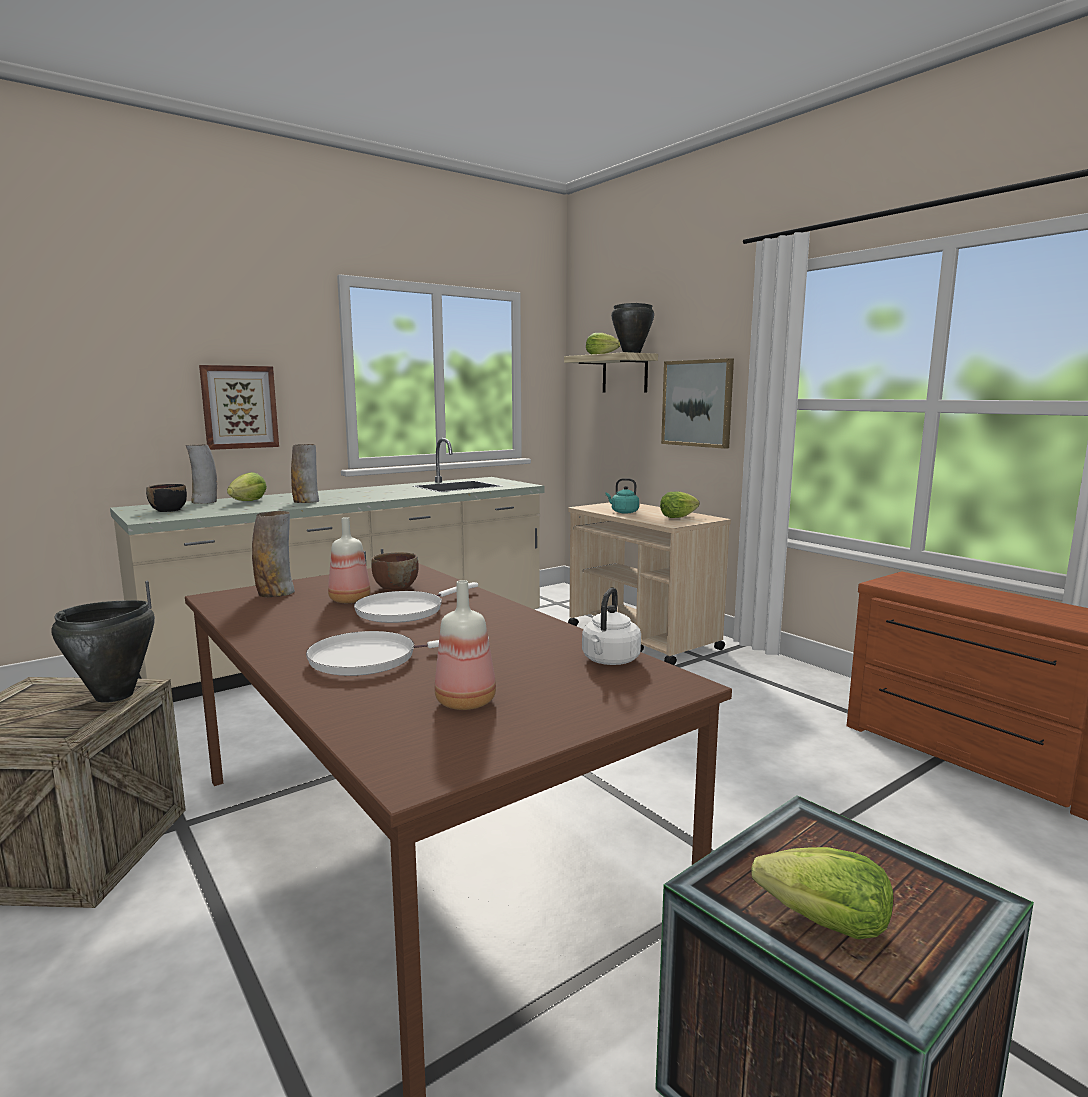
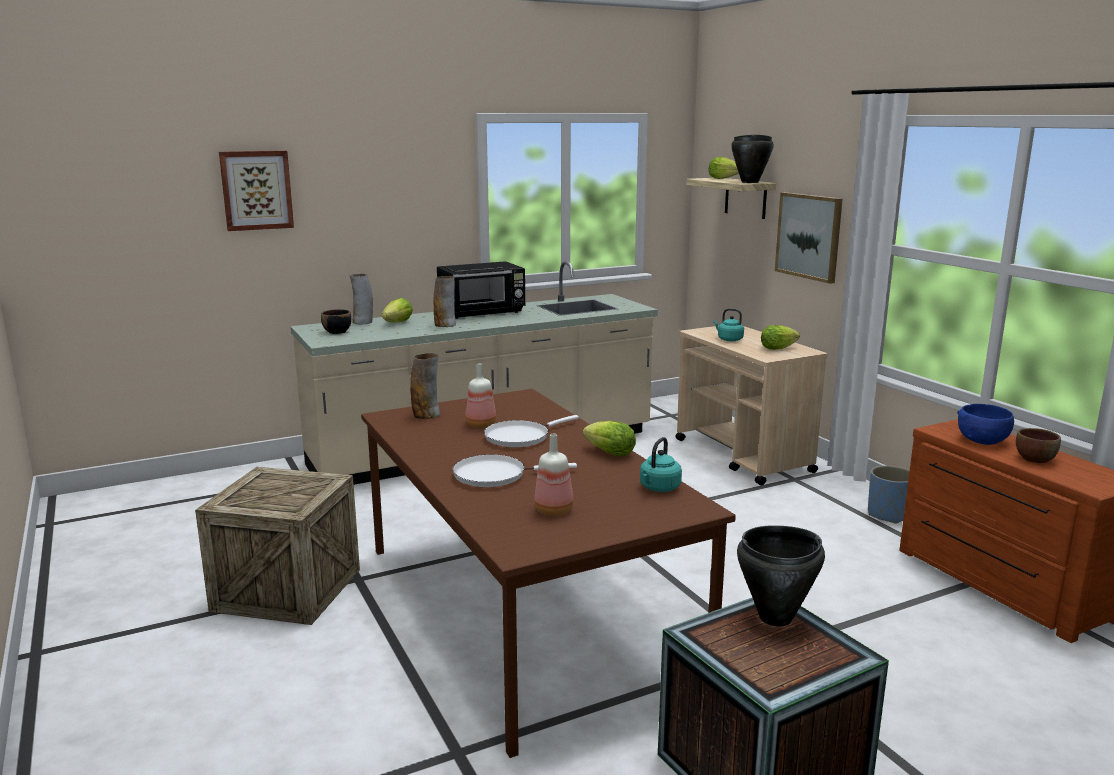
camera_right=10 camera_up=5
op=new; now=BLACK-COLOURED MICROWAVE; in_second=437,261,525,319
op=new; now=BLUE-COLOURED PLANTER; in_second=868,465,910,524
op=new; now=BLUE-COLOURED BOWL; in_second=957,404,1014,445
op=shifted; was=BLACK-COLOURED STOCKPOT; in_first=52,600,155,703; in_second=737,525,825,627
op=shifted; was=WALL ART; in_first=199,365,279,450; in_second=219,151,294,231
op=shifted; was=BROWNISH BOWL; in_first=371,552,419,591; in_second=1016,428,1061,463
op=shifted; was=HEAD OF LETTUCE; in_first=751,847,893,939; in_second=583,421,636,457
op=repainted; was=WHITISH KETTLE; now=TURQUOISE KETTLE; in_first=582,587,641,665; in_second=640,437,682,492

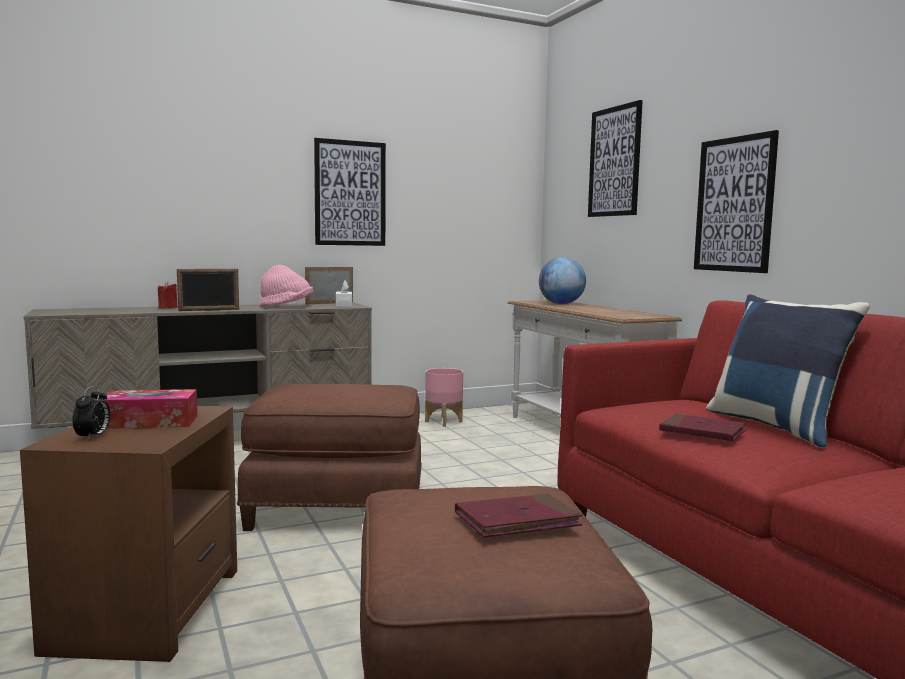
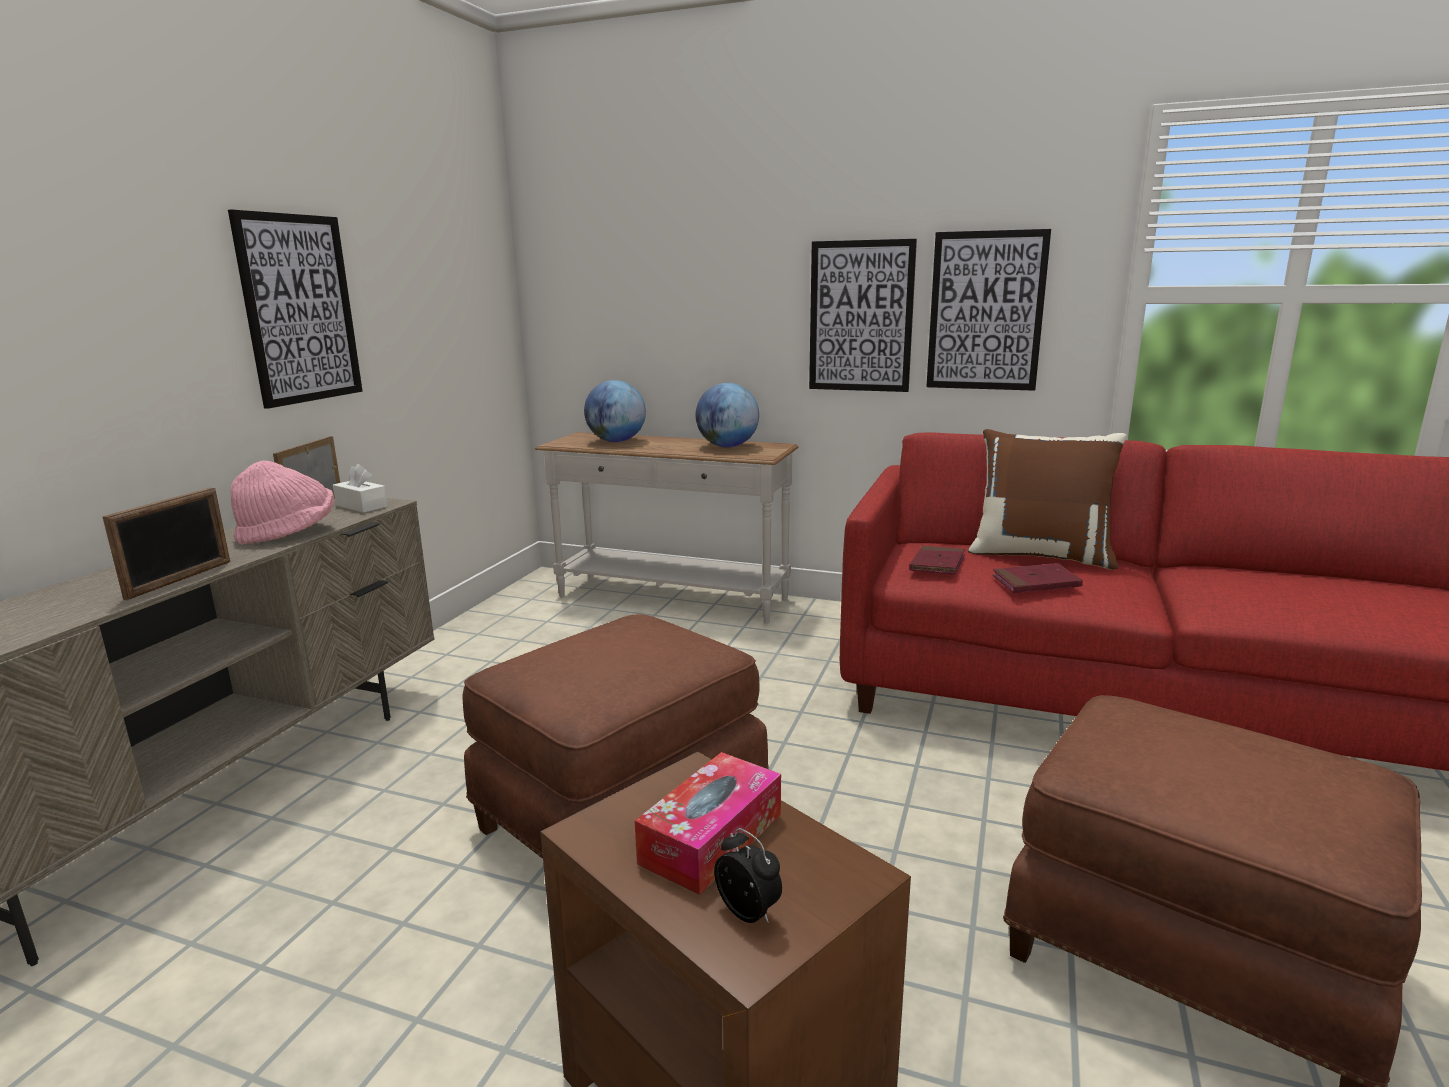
camera_right=-45 camera_up=10
op=gone; was=REDDISH WAX CANDLE; in_first=158,282,178,308
op=gone; was=PINKISH PLANTER; in_first=425,368,463,427
op=new; now=DESK GLOBE; in_second=696,383,759,447
op=shifted; was=REDDISH BOUND BOOK; in_first=455,493,582,538; in_second=909,546,965,574
op=shifted; was=WALL ART; in_first=588,100,643,217; in_second=926,229,1051,391
op=repainted; was=BLUE-COLOURED PILLOW; now=BROWNISH PILLOW; in_first=706,294,870,448; in_second=968,429,1127,570

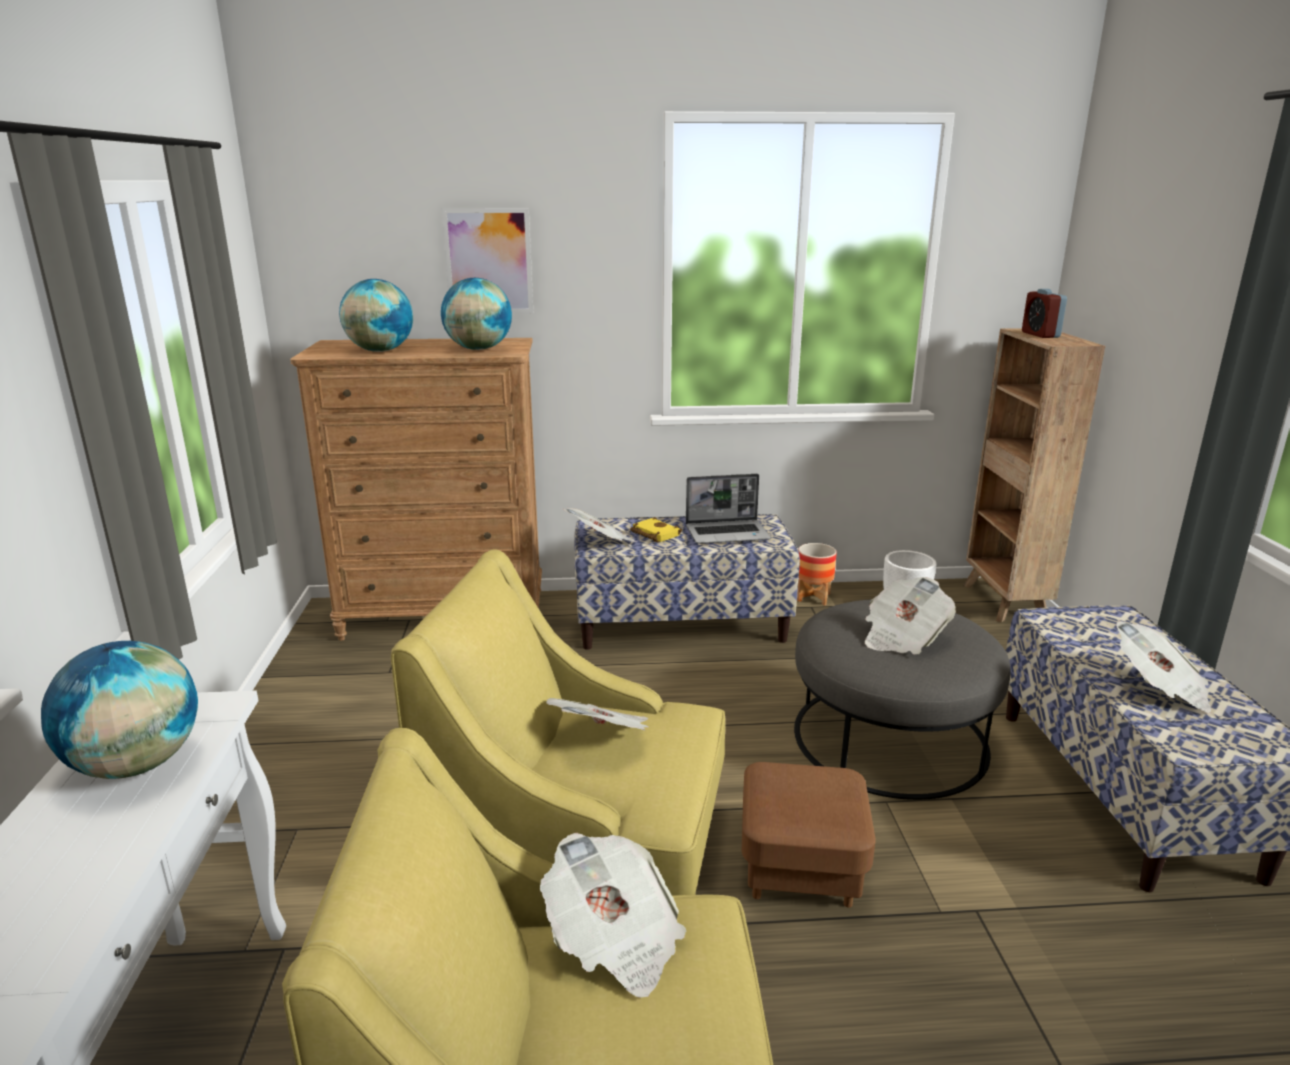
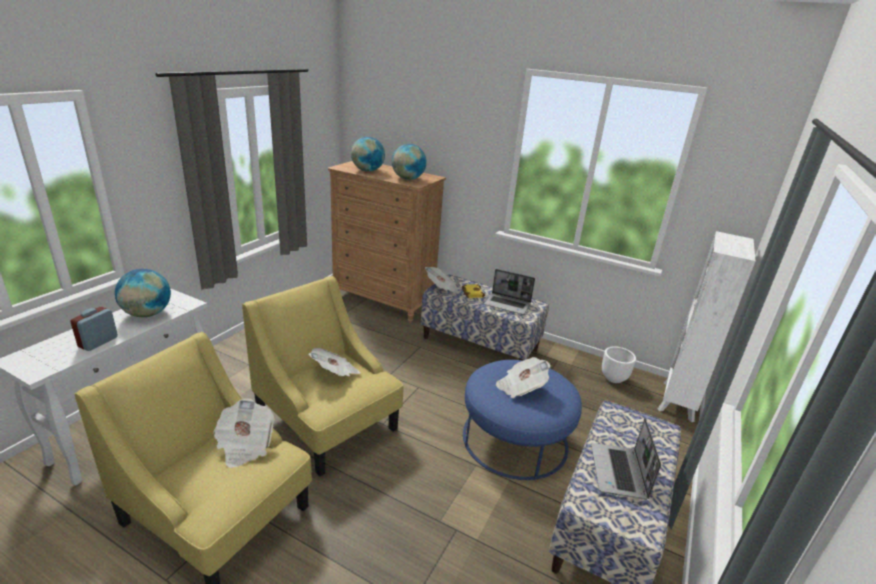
camera_right=30 camera_up=5
op=gone; was=WALL ART; in_first=442,208,533,313
op=gone; was=BROWNISH OTTOMAN; in_first=742,762,876,908
op=gone; was=PLANTER; in_first=797,543,837,606
op=shifted; was=TABLE CLOCK; in_first=1022,289,1067,338; in_second=70,307,118,351
op=swapped; was=NEWSPAPER; now=PORTABLE COMPUTER; in_first=1116,621,1211,713; in_second=591,418,661,500
op=repainted; was=GREYISH OTTOMAN; now=BLUE-COLOURED OTTOMAN; in_first=794,599,1011,800; in_second=463,360,582,480
op=repainted; was=BROWNISH BOOKCASE; now=WHITISH BOOKCASE; in_first=963,328,1105,622; in_second=658,231,755,422

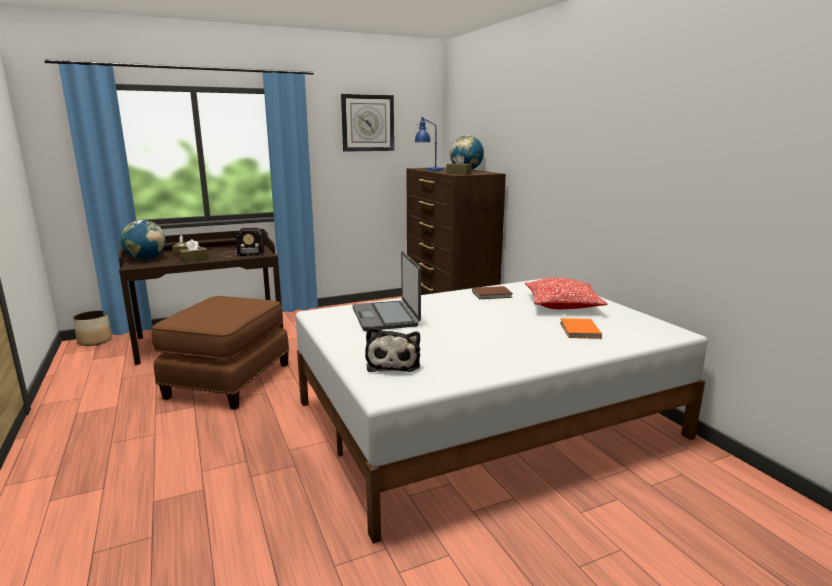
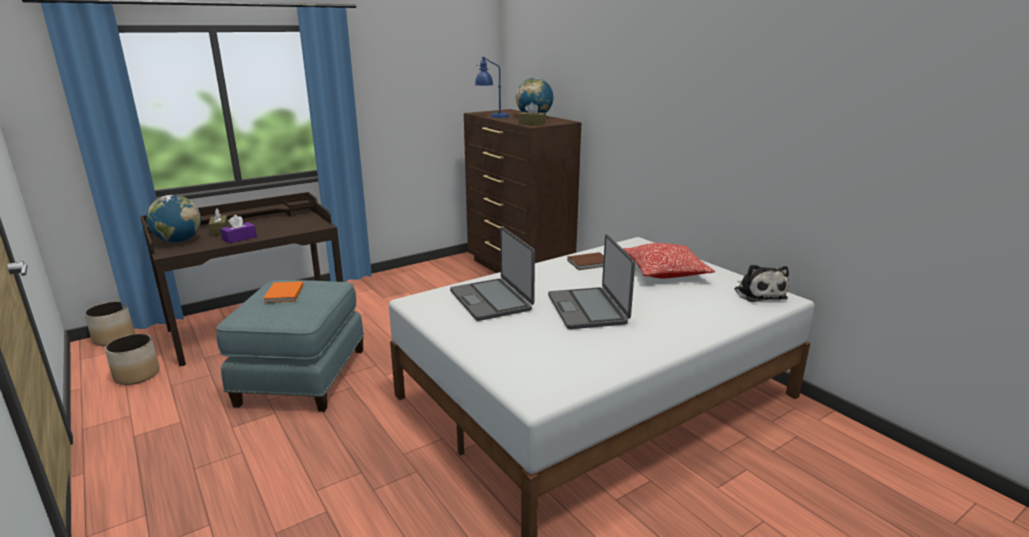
camera_right=-10 camera_up=5
op=gone; was=RADIO; in_first=223,228,264,257
op=gone; was=WALL CLOCK; in_first=341,94,394,152
op=new; now=PLANTER; in_second=105,334,160,385
op=new; now=PORTABLE COMPUTER; in_second=548,234,635,329
op=shifted; was=CUDDLY TOY; in_first=365,326,420,372; in_second=735,264,789,302
op=shifted; was=ORANGE-COLOURED BOUND BOOK; in_first=560,318,602,339; in_second=263,281,303,303
op=repainted; was=BROWNISH OTTOMAN; now=BLUE-COLOURED OTTOMAN; in_first=151,296,289,409; in_second=216,280,364,412
op=repainted; was=BROWNISH TISSUE HOLDER; now=PURPLISH TISSUE HOLDER; in_first=179,239,209,263; in_second=220,215,257,244

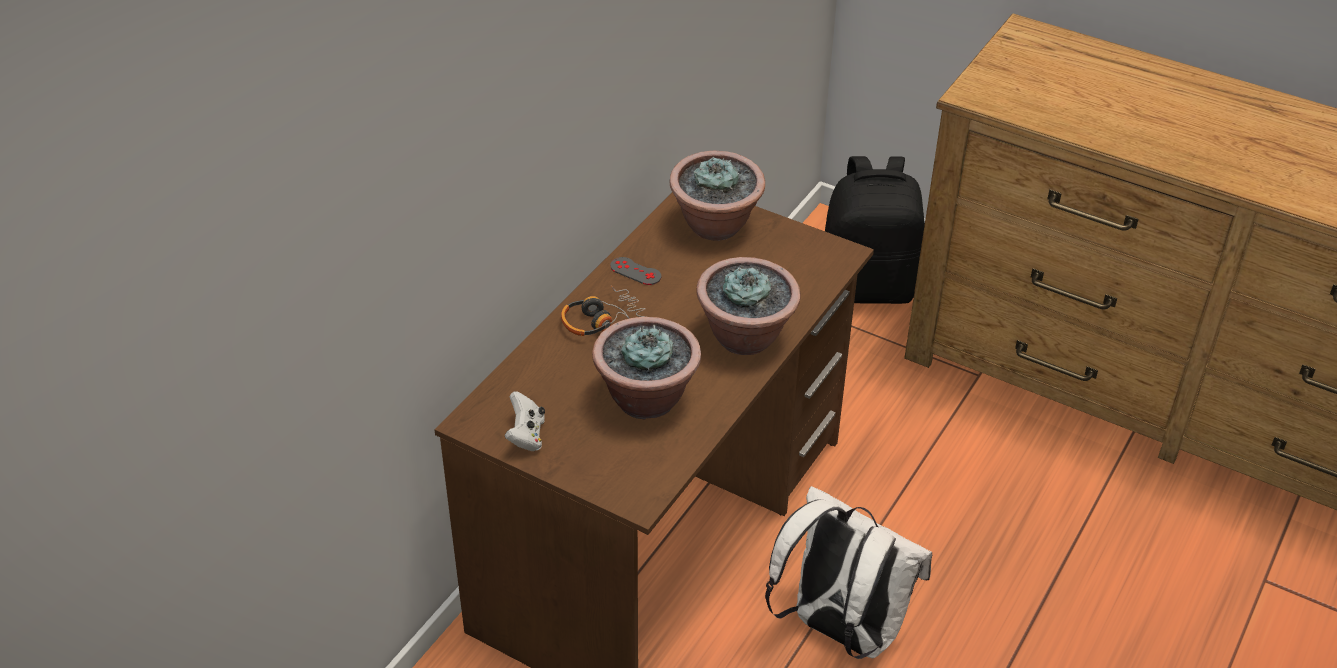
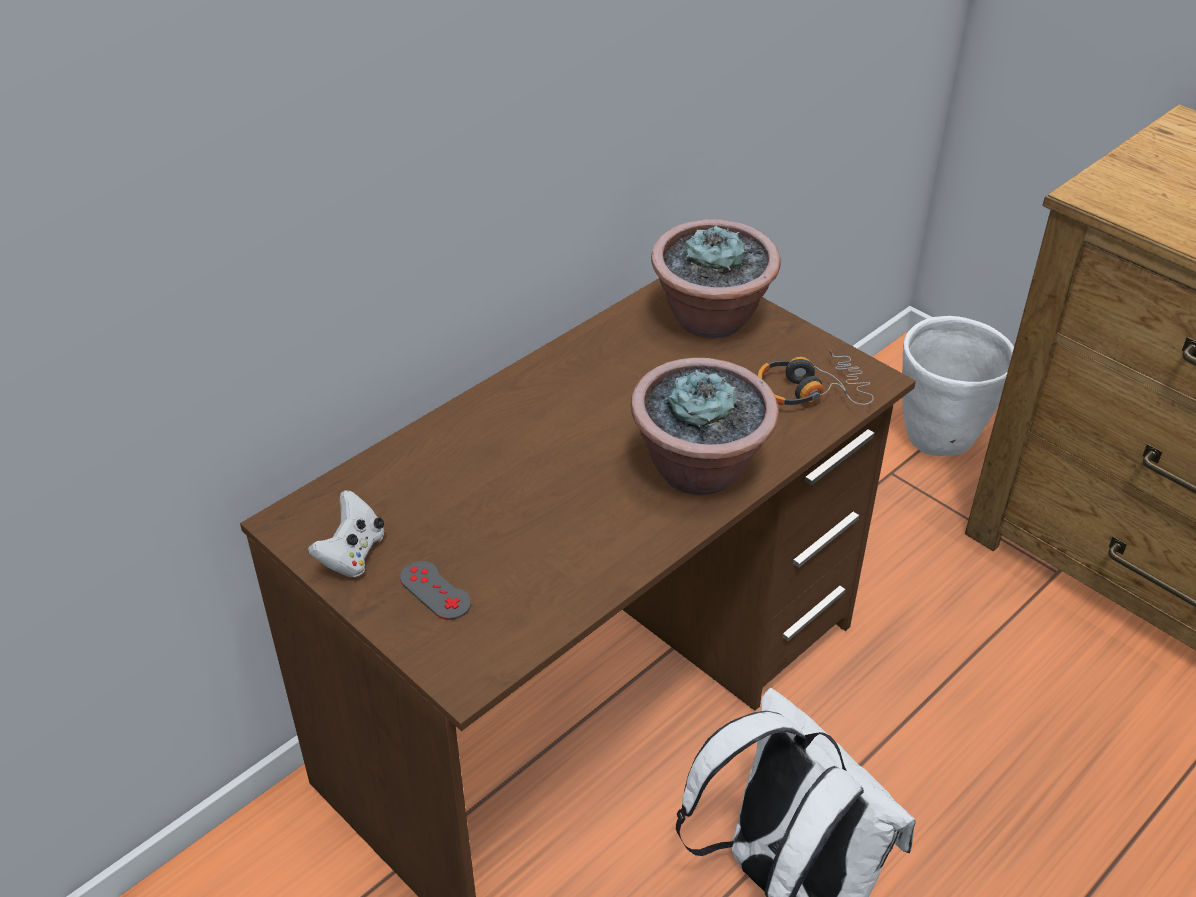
camera_right=15 camera_up=0
op=gone; was=HOUSEPLANT; in_first=592,317,701,420
op=shifted; was=HEADSET; in_first=561,285,646,336; in_second=757,348,874,405
op=shifted; was=GREYISH GAMEPAD; in_first=610,257,661,285; in_second=400,561,471,620
op=swapped; was=BLACK-COLOURED KNAPSACK; now=WHITISH PLANTER; in_first=825,156,925,304; in_second=902,316,1014,456

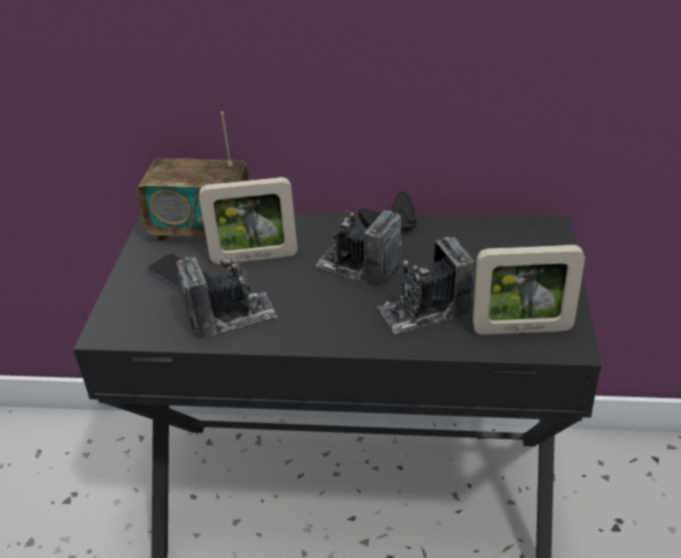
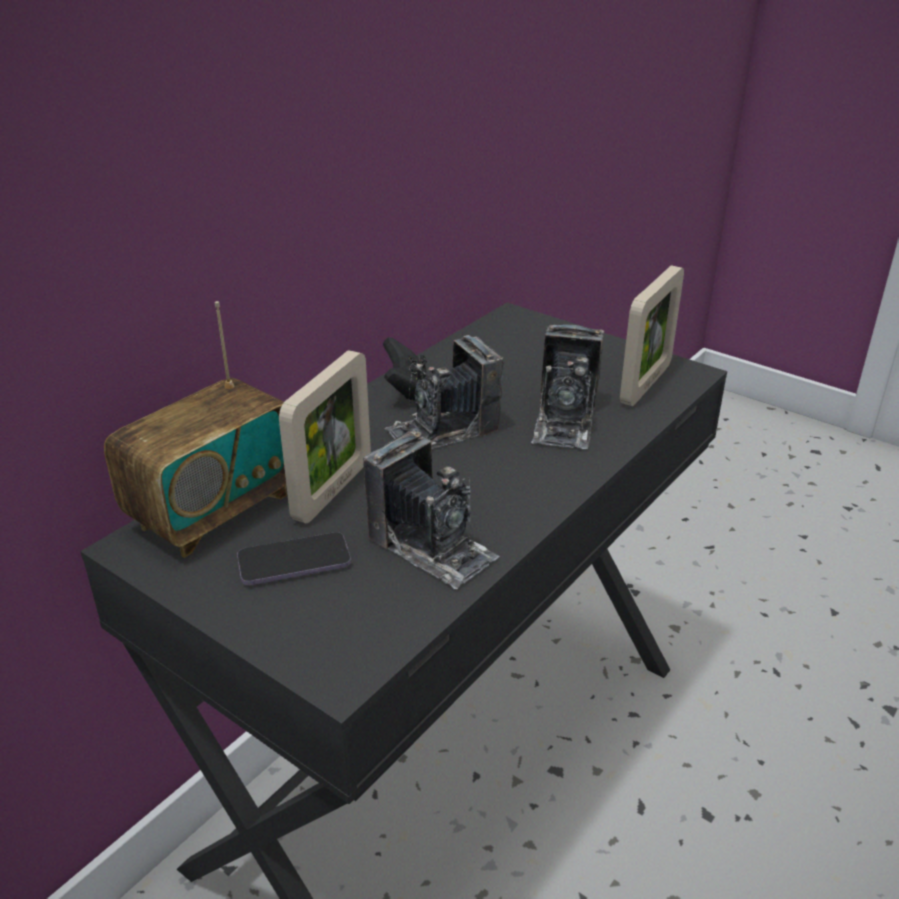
camera_right=-60 camera_up=-5
op=rotated; was=STILL CAMERA; in_first=176,257,278,339; in_second=363,431,499,590; clockwise=120

